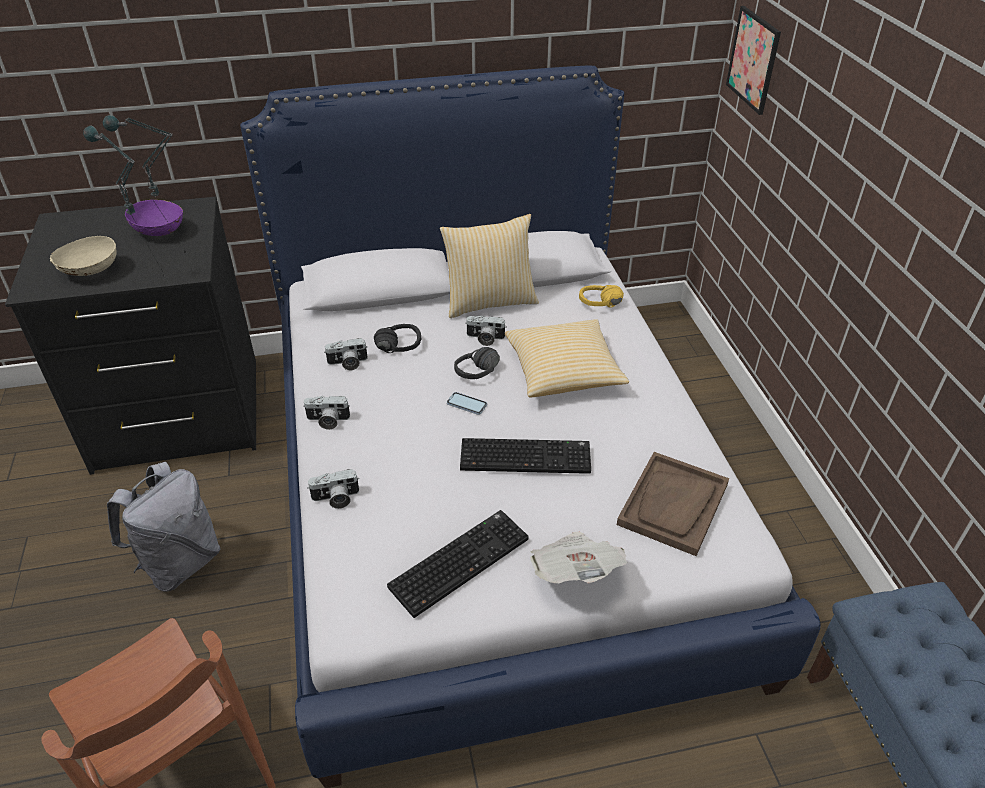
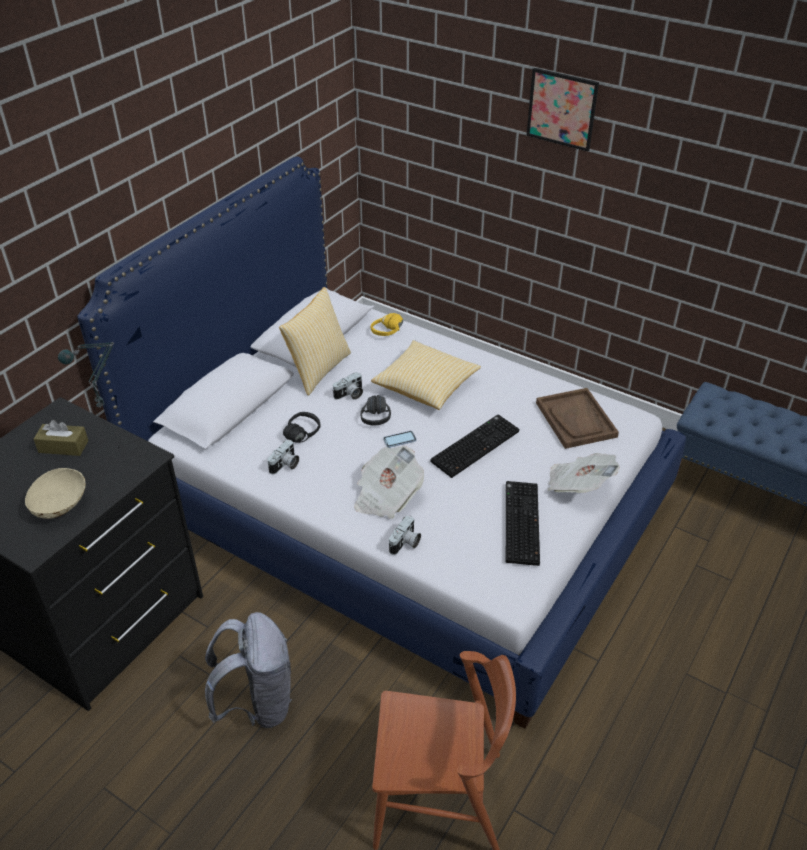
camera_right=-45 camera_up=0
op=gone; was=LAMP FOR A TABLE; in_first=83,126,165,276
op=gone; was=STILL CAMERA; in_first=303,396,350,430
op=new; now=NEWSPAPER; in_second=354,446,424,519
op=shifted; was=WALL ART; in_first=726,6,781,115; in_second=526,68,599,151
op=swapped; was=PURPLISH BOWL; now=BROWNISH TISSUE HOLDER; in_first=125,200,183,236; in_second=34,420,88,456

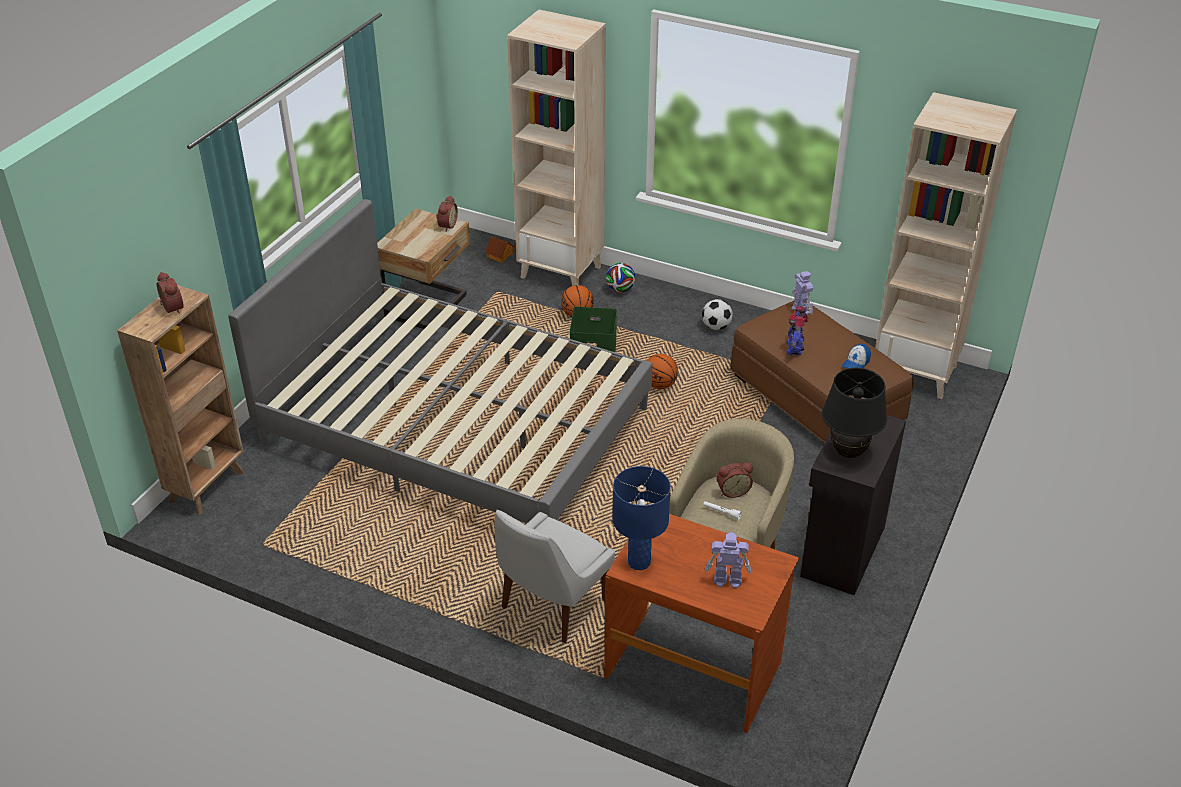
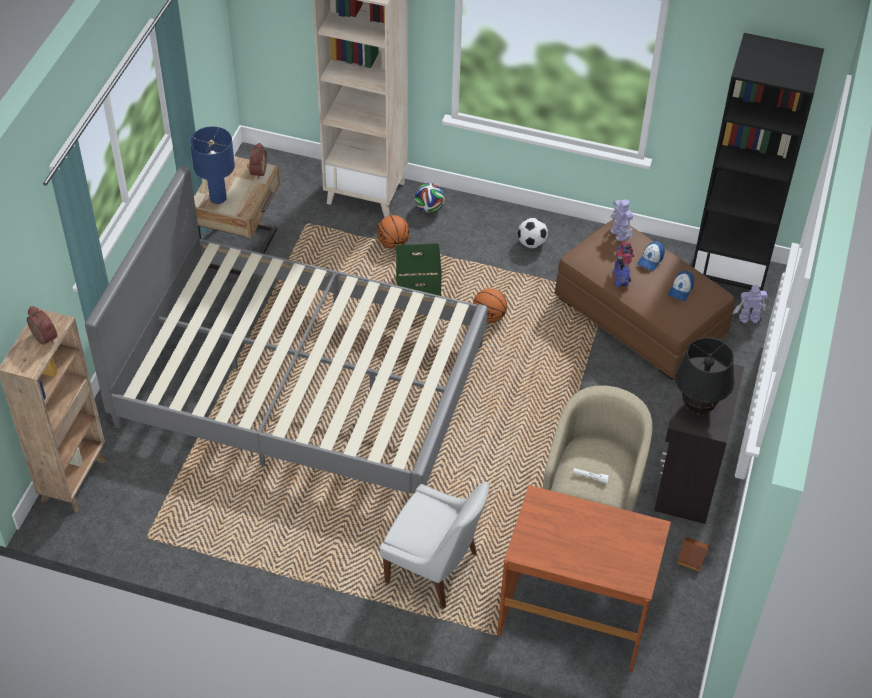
camera_right=-10 camera_up=10
op=gone; was=TABLE CLOCK; in_first=717,462,753,498
op=new; now=BASEBALL CAP; in_second=637,241,665,271
op=shifted; was=MINIATURE HOUSE; in_first=485,236,515,263; in_second=677,537,710,572
op=shifted; was=BLUE-COLOURED LAMP FOR A TABLE; in_first=613,466,671,570; in_second=190,126,235,204
op=shifted; was=ROBOT FIGURE; in_first=704,532,751,588; in_second=733,285,768,323
op=repainted; was=SAND-COLOURED BOOKCASE; now=BLACK-COLOURED BOOKCASE; in_first=875,92,1017,399; in_second=692,33,824,291
op=rotated; was=WHITISH PLAIN CHAIR; in_first=495,510,615,643; in_second=380,481,489,608; clockwise=-90

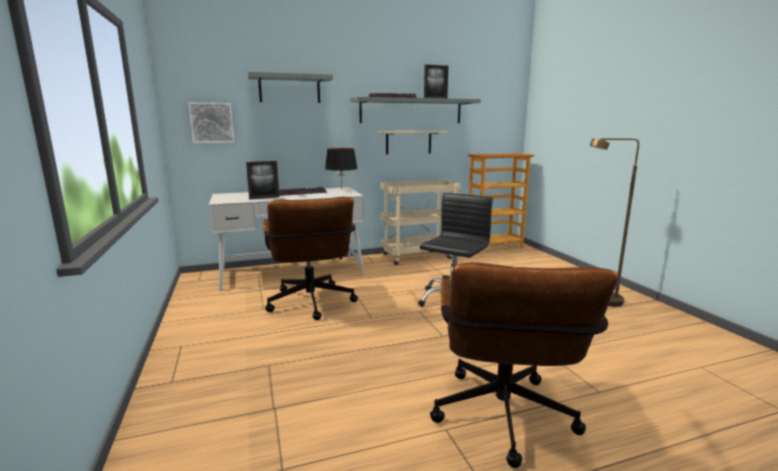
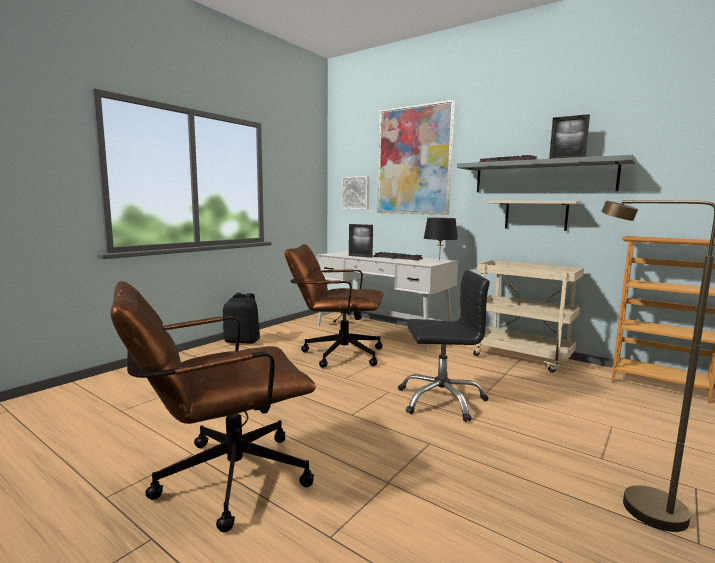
camera_right=55 camera_up=-5
op=new; now=BLACK-COLOURED KNAPSACK; in_second=223,293,260,344
op=swapped; was=GREYISH SHELF; now=WALL ART; in_first=248,72,333,103; in_second=377,100,455,215
op=rotated; was=BROWNISH DESK CHAIR; in_first=263,197,358,320; in_second=285,244,383,368; clockwise=60

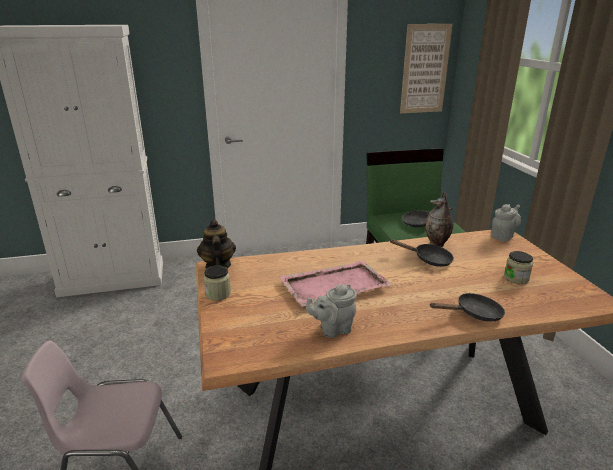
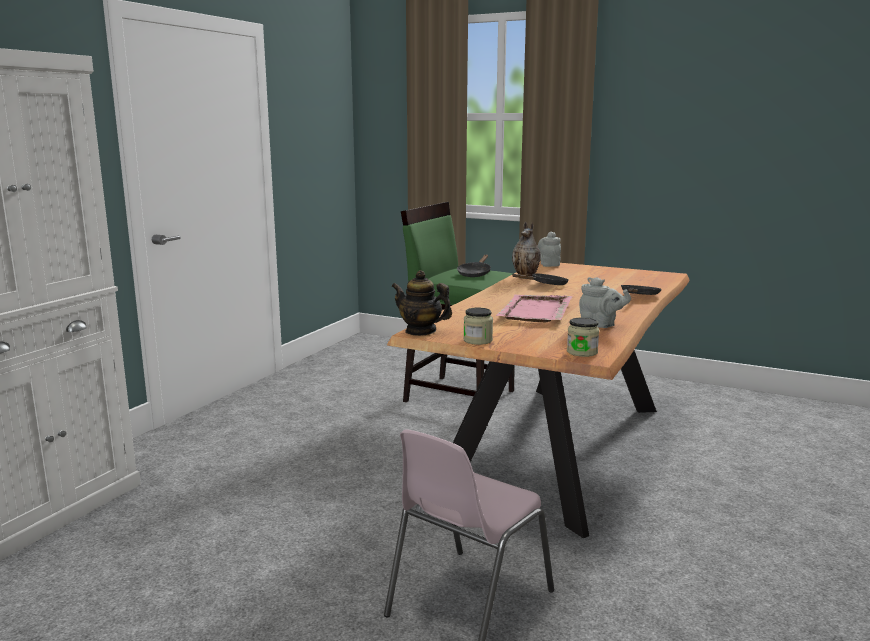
camera_right=-50 camera_up=-10
op=gone; was=WALL ART; in_first=400,24,453,113
op=shifted; was=STORAGE JAR; in_first=504,251,533,284; in_second=567,318,599,357
op=rotated; was=GREYISH POT FOR TEA; in_first=306,284,357,338; in_second=579,277,631,328; clockwise=-75

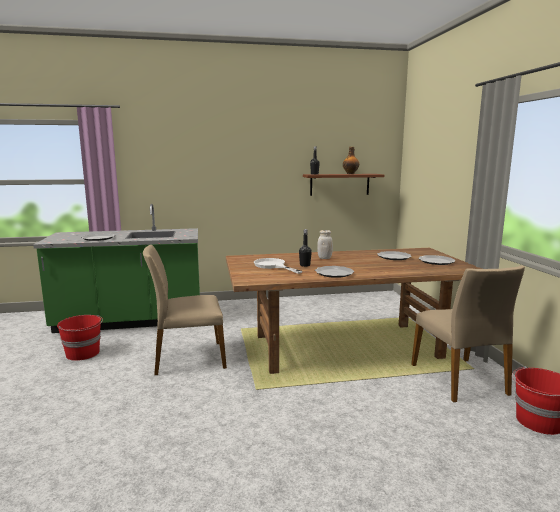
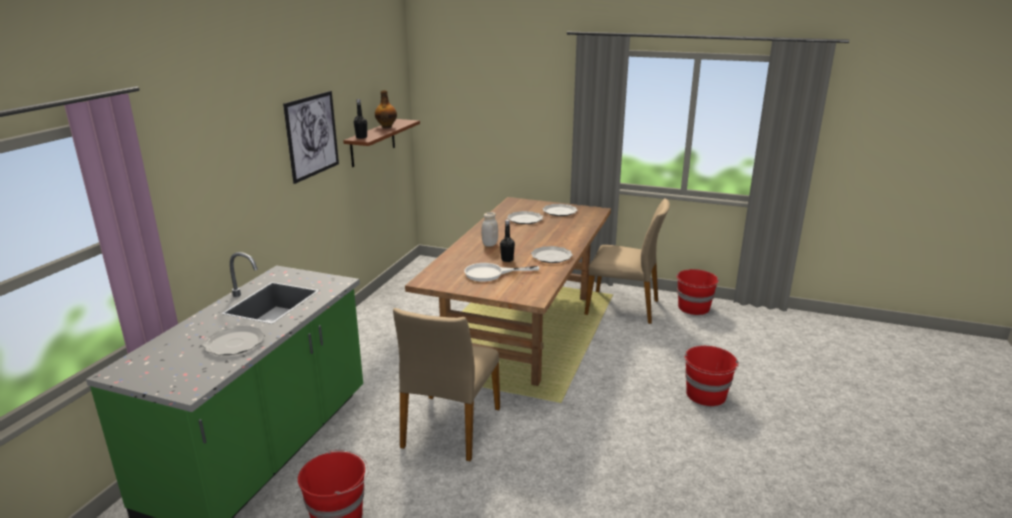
camera_right=-60 camera_up=10
op=new; now=WALL ART; in_second=283,91,339,184
op=new; now=REDDISH PAIL; in_second=684,346,739,406

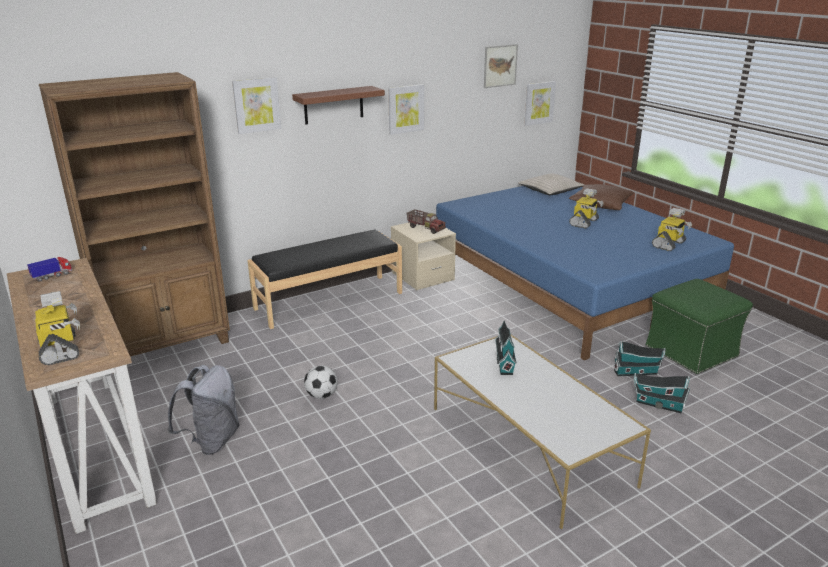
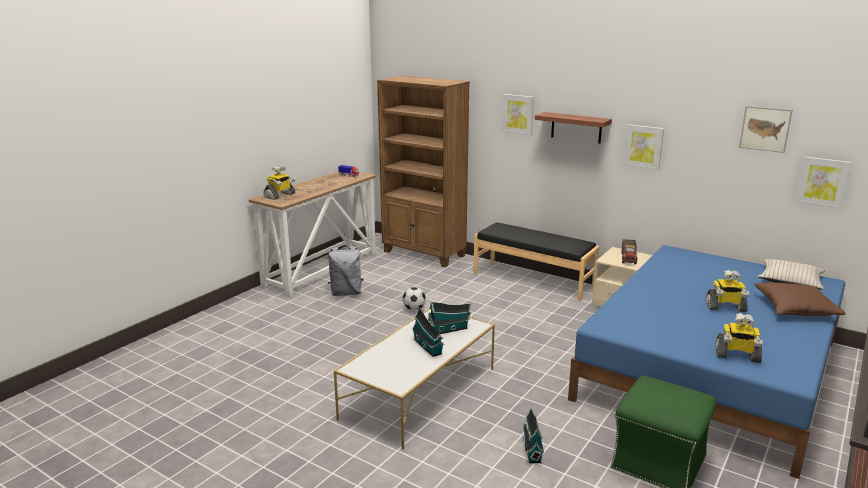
camera_right=65 camera_up=-5
op=shifted; was=MINIATURE HOUSE; in_first=614,341,666,376; in_second=412,306,445,357

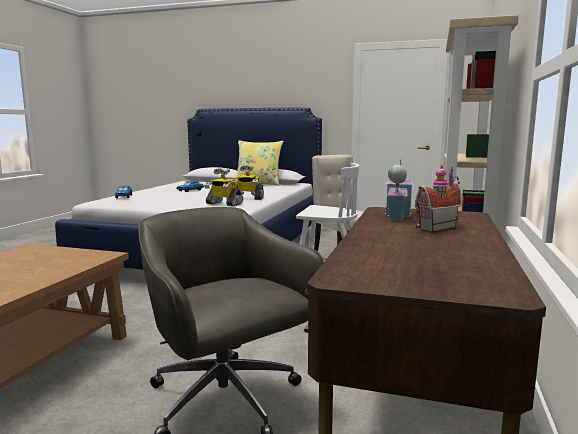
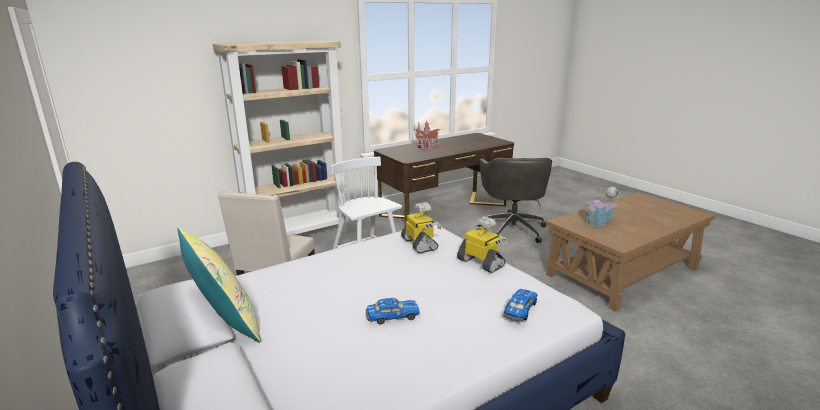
camera_right=-140 camera_up=10
op=shifted; was=ROBOT FIGURE; in_first=234,165,264,200; in_second=457,217,508,273
op=shifted; was=MINIATURE HOUSE; in_first=385,159,413,221; in_second=585,187,618,227

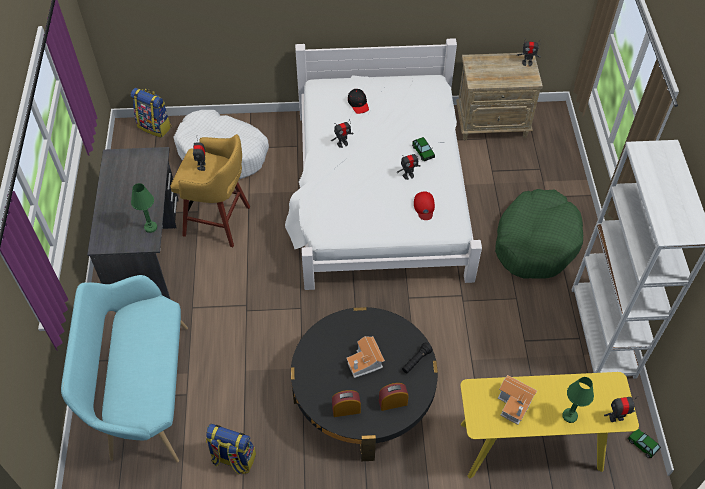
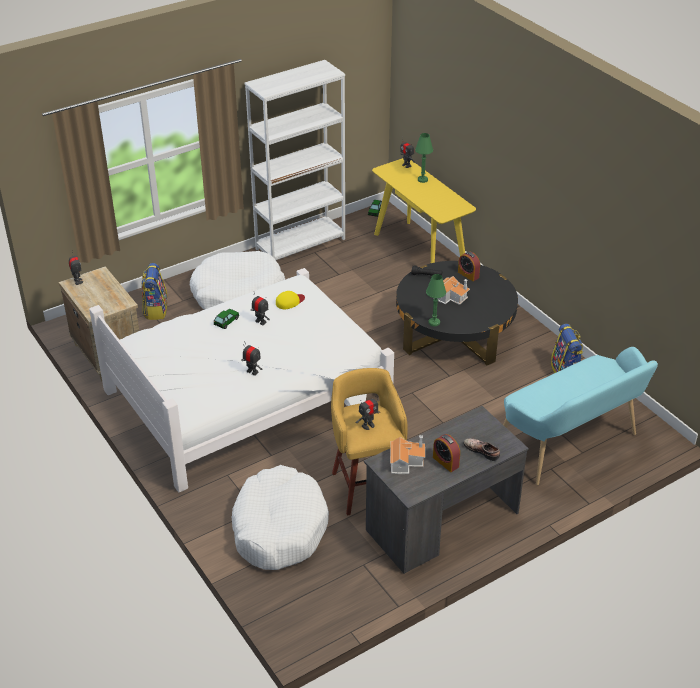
camera_right=-120 camera_up=-15
op=gone; was=BLACK-COLOURED BASEBALL CAP; in_first=348,89,369,114
op=new; now=LOW SHOE; in_second=463,438,500,461
op=shifted; was=KNAPSACK; in_first=131,88,171,138; in_second=141,263,167,320
op=shifted; was=GREENISH LAMP FOR A TABLE; in_first=131,183,157,233; in_second=426,274,446,326
op=shifted; was=TABLE CLOCK; in_first=332,390,361,417; in_second=433,434,460,472
op=shifted; was=MINIATURE HOUSE; in_first=498,375,537,425; in_second=390,435,425,474
op=repainted; was=REDDISH BASEBALL CAP; now=YELLOW-COLOURED BASEBALL CAP; in_first=414,191,435,220; in_second=276,291,305,309
op=repainted; was=GREENISH DOG CUSHION; now=WHITISH DOG CUSHION; in_first=495,189,583,279; in_second=190,251,285,310

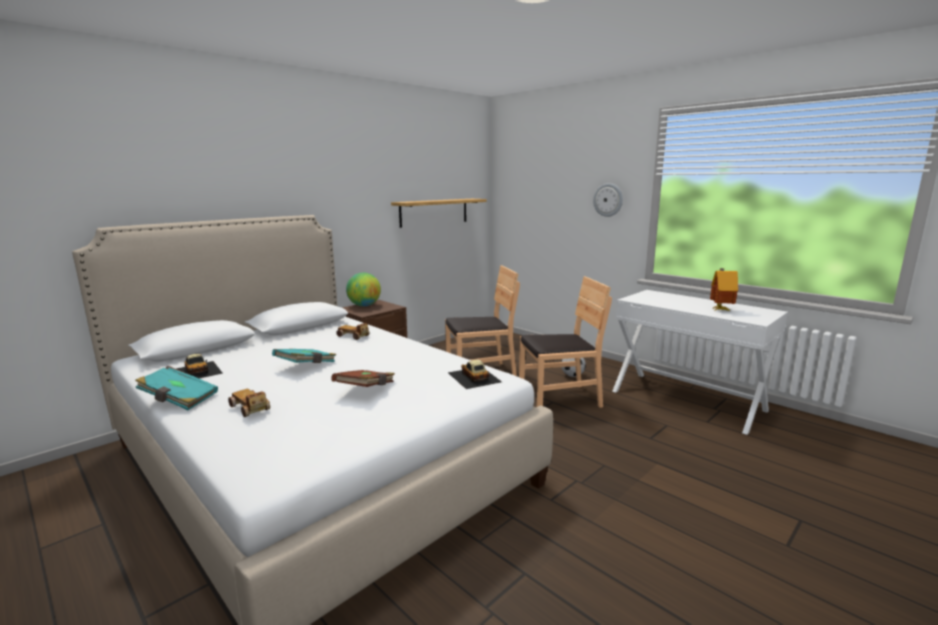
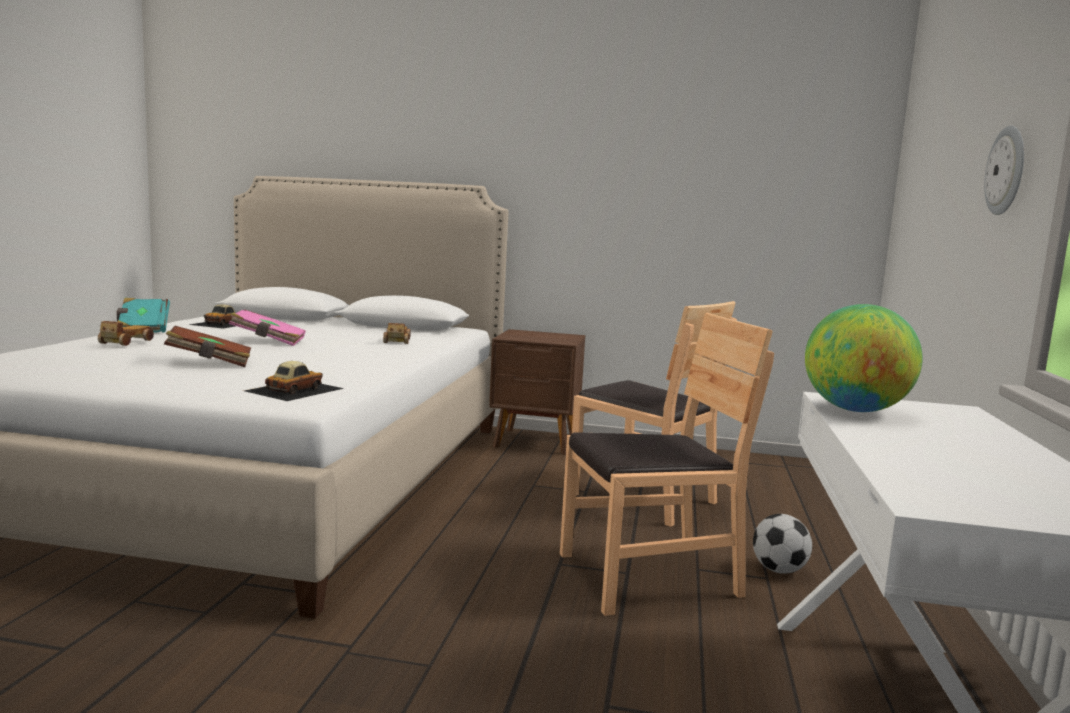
camera_right=55 camera_up=-5
op=gone; was=SHELF; in_first=391,199,487,228
op=gone; was=MINIATURE HOUSE; in_first=710,268,738,311
op=shifted; was=DESK GLOBE; in_first=346,273,381,306; in_second=805,304,923,412
op=repainted; was=TURQUOISE BOUND BOOK; now=PINKISH BOUND BOOK; in_first=272,349,336,363; in_second=229,309,306,346
op=rotated; was=BROWNISH PLAIN CHAIR; in_first=519,276,612,408; in_second=560,313,774,616; clockwise=-60

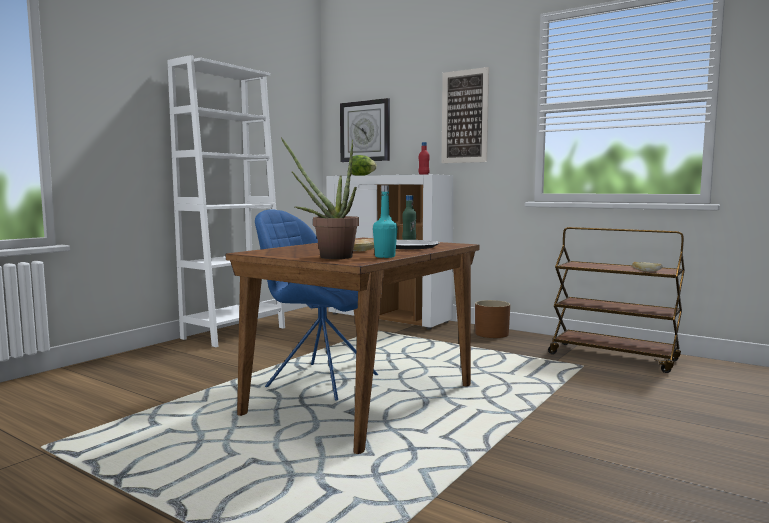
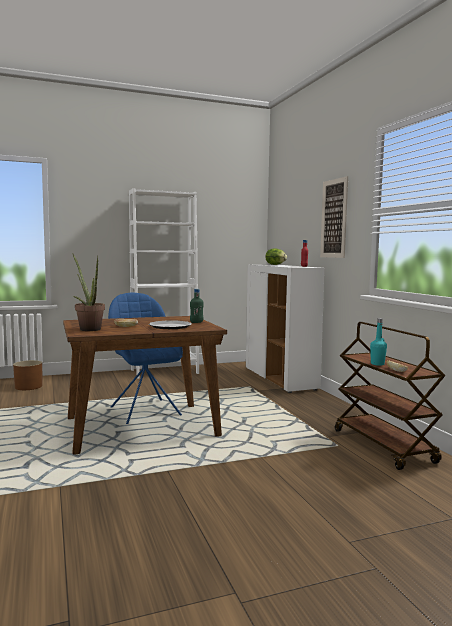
camera_right=35 camera_up=0
op=gone; was=WALL CLOCK; in_first=340,98,390,162
op=shifted; was=TURQUOISE BOTTLE; in_first=373,185,398,258; in_second=370,318,387,366
op=shifted; was=BROWNISH PLANTER; in_first=475,300,510,338; in_second=13,360,42,390

